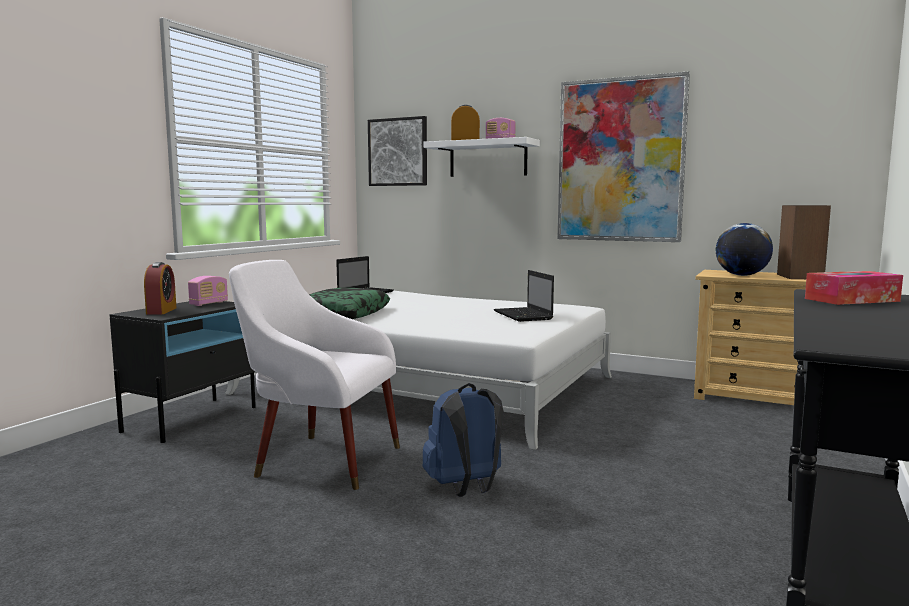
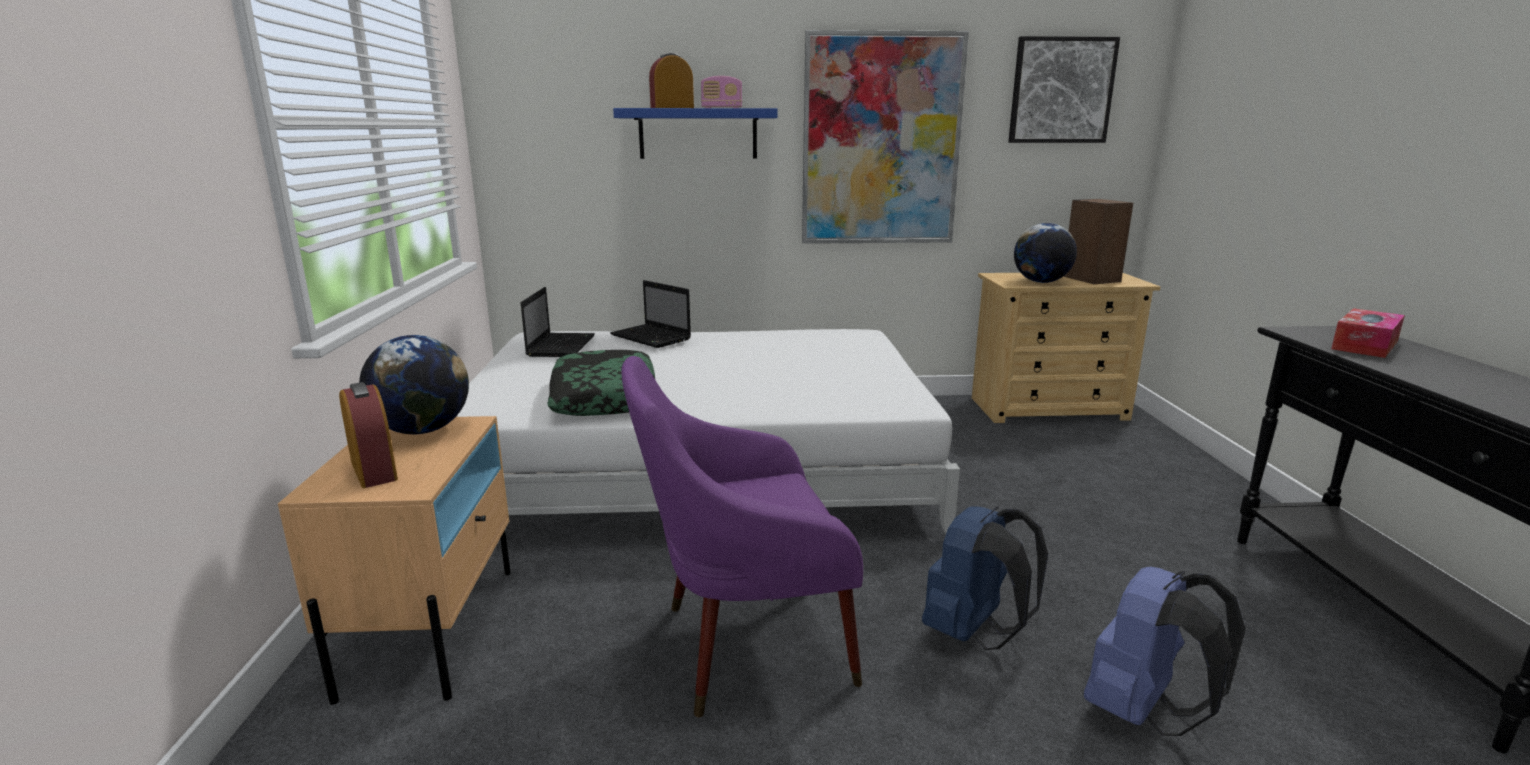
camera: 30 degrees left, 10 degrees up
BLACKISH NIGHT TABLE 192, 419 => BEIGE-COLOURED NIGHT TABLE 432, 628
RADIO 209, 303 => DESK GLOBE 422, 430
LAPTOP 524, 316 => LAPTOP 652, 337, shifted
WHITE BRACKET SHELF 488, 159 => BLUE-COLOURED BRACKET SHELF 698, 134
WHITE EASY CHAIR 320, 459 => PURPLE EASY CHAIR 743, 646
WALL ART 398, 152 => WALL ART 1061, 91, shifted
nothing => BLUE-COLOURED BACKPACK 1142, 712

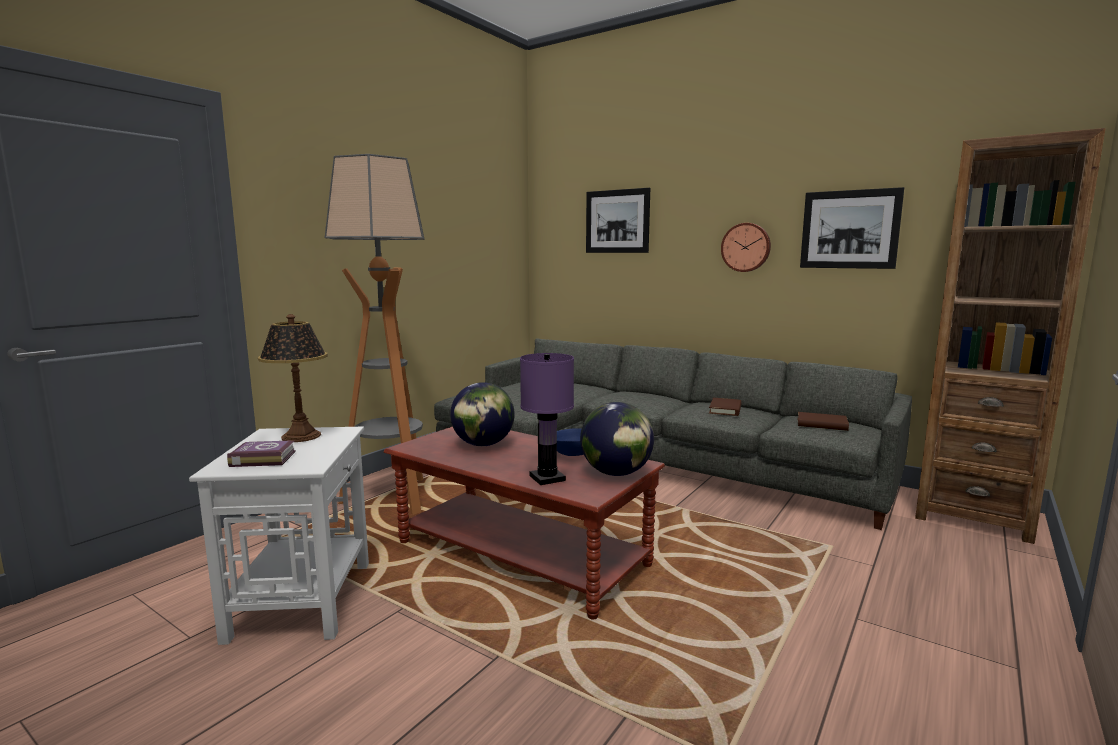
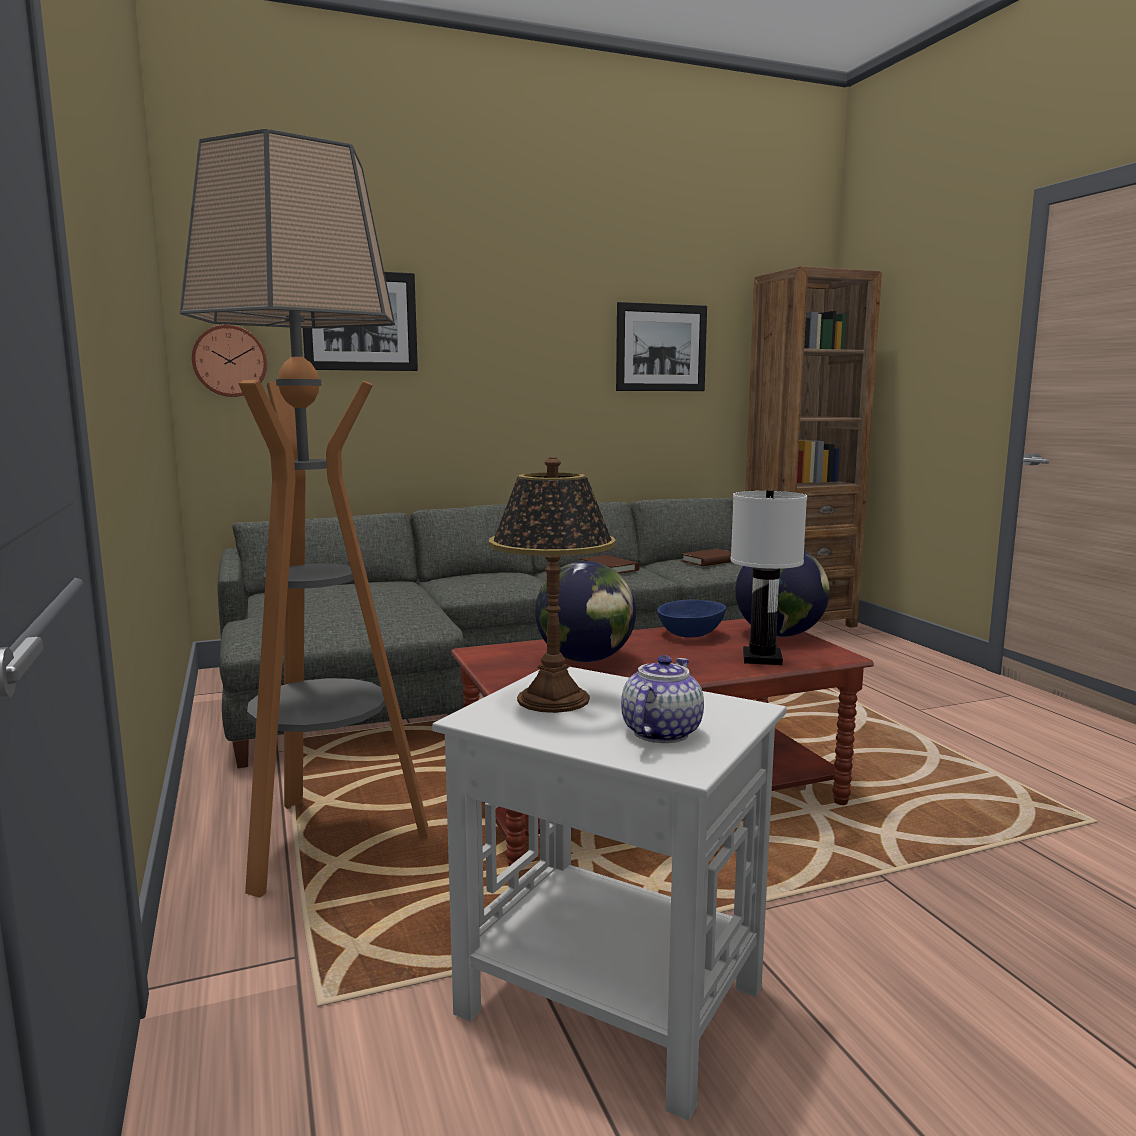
camera: 55 degrees left, 0 degrees up
WALL CLOCK 746, 247 => WALL CLOCK 230, 361, shifted
BOUND BOOK 262, 458 => POT FOR TEA 660, 732
PURPLE TABLE LAMP 546, 478 => WHITE TABLE LAMP 761, 659

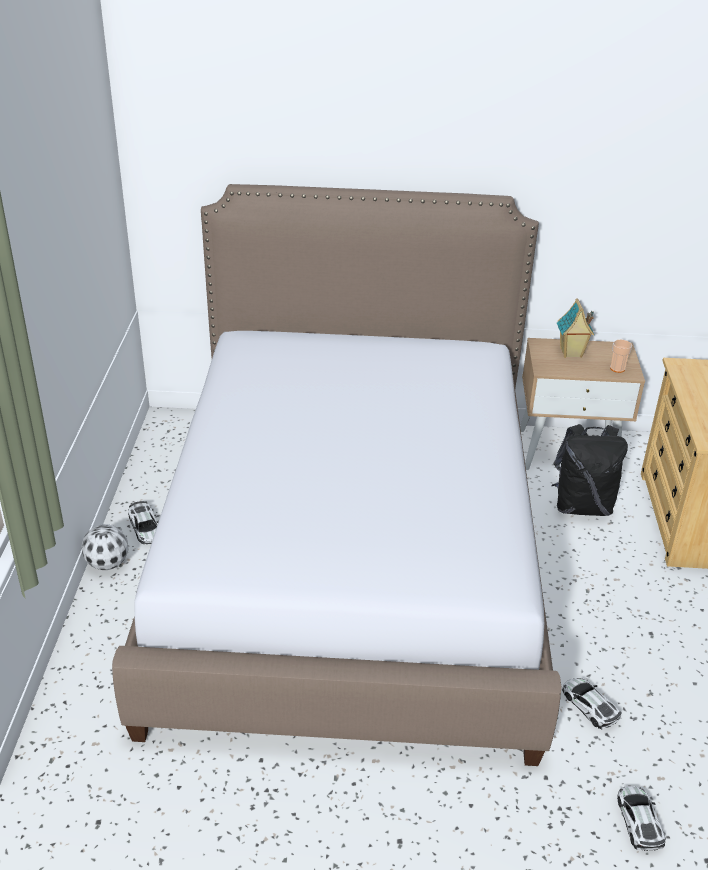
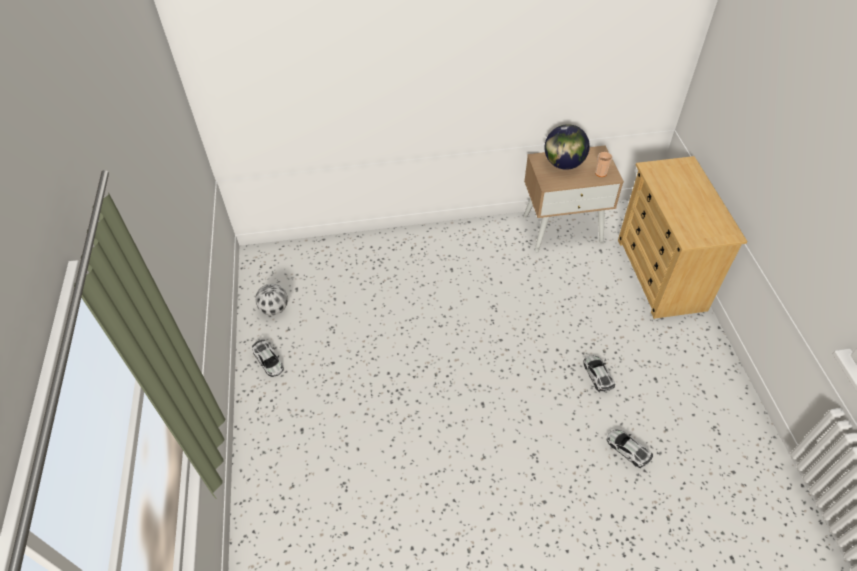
camera: 10 degrees left, 15 degrees up
BALL FOR FOOTBALL 107, 563 => BALL FOR FOOTBALL 274, 308, shifted
TOY HOUSE 571, 353 => DESK GLOBE 563, 164
MODEL CAR 639, 821 => MODEL CAR 597, 375, shifted
BEDROOM BED 351, 557 => nothing
BLACKISH BACKPACK 582, 506 => nothing

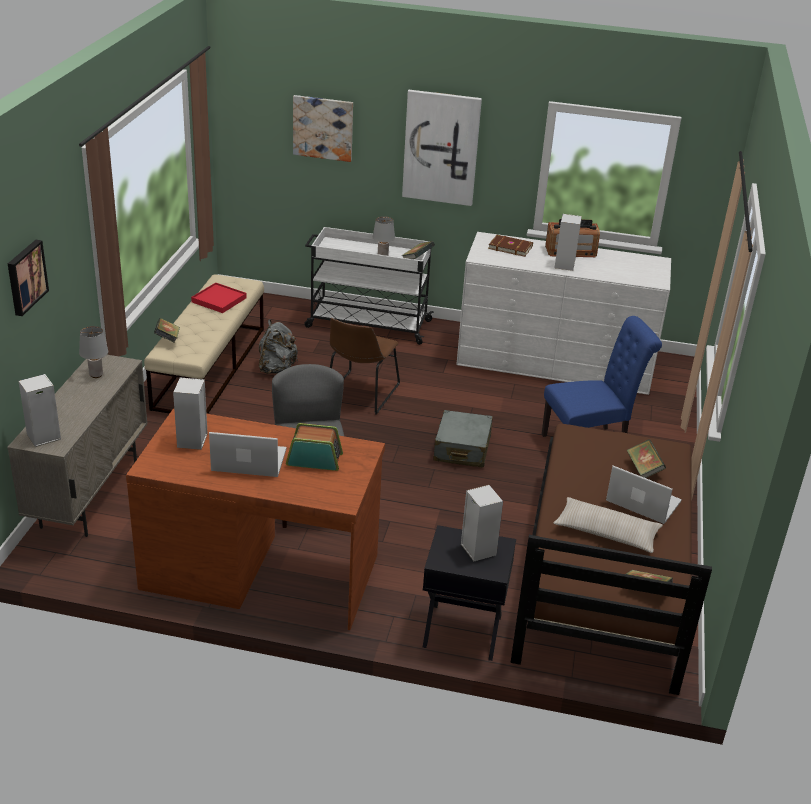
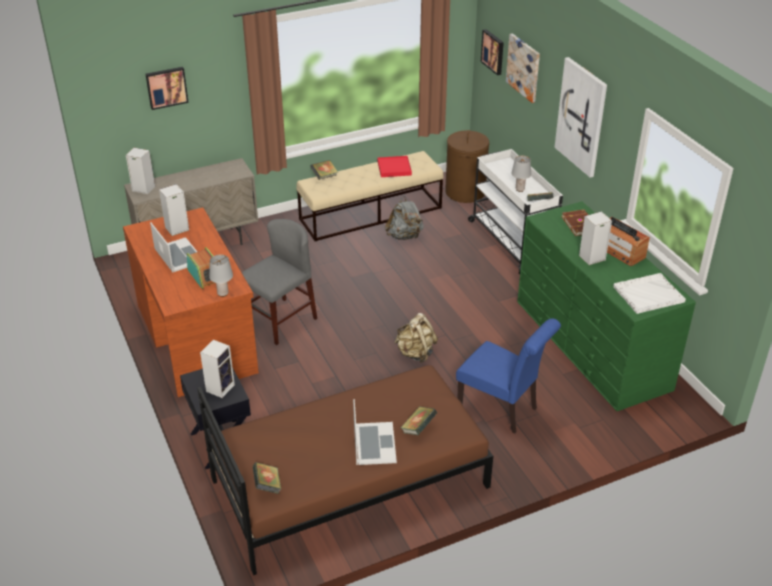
camera: 55 degrees right, 5 degrees up
GRAY TABLE LAMP 95, 375 => GRAY TABLE LAMP 222, 293, shifted
GRAY PIECE OF LUGGAGE 462, 449 => BEIGE-COLOURED BACKPACK 415, 353
nothing => BROWN HAMPER 465, 192
nothing => WALL ART 493, 51
WHITE CHEST OF DRAWERS 555, 362 => GREEN-COLOURED CHEST OF DRAWERS 591, 344
nothing => WHITE TRAY 648, 294
BROWN CHAIR 360, 394 => nothing
BEIGE-COLOURED PILLOW 606, 533 => nothing

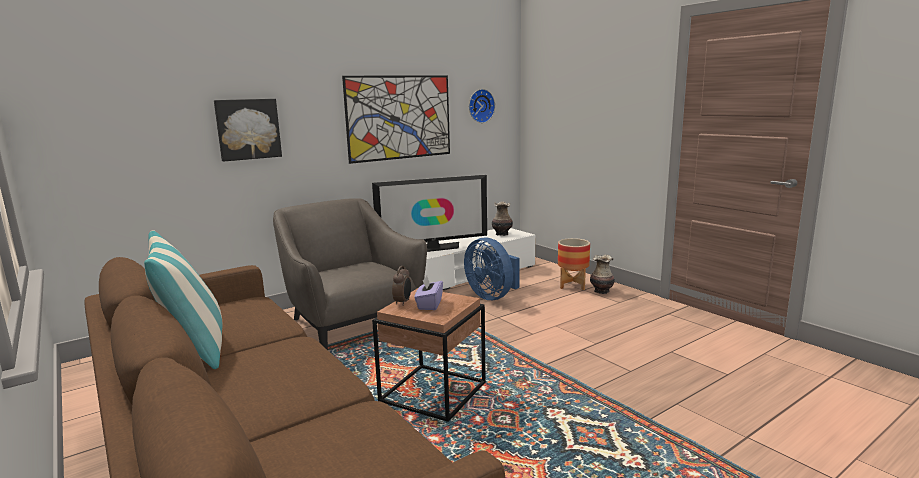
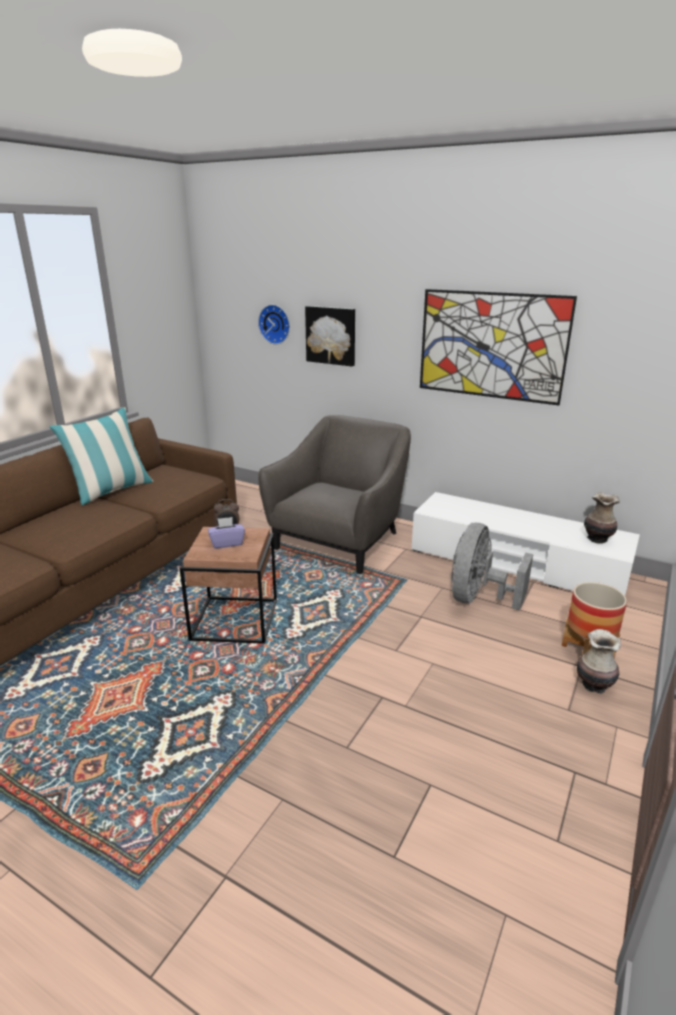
camera: 65 degrees right, 10 degrees up
WALL CLOCK 480, 106 => WALL CLOCK 275, 324, shifted
BLUE-COLOURED COOLING FAN 492, 296 => GRAY COOLING FAN 478, 598
TELEVISION 433, 248 => nothing

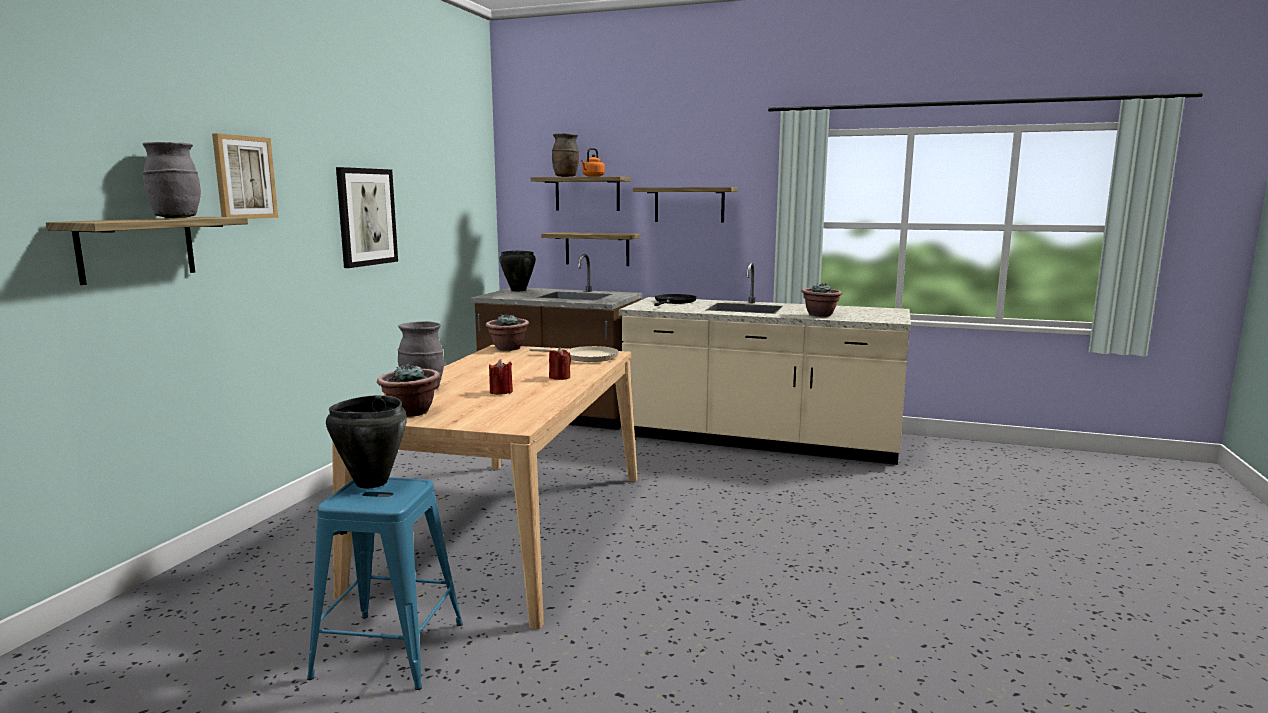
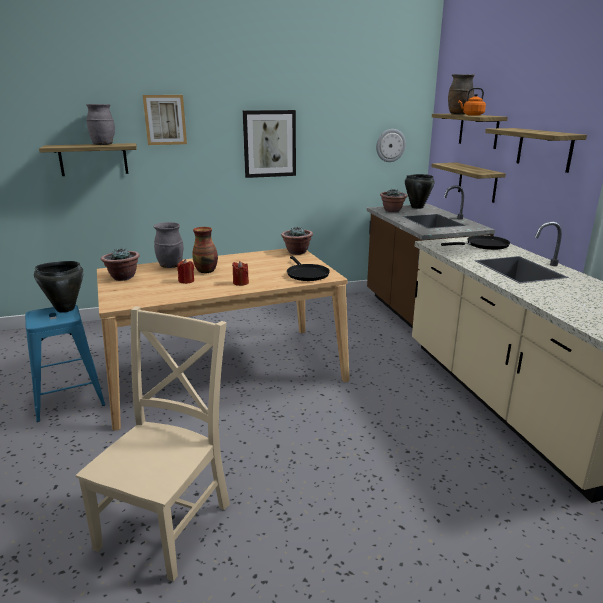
camera: 55 degrees right, 10 degrees up
nothing => BEIGE-COLOURED CHAIR 168, 521
nothing => VASE 206, 271
BEIGE-COLOURED FRYING PAN 587, 357 => BLACKISH FRYING PAN 306, 274
nothing => WALL CLOCK 390, 145
POTTED PLANT 820, 315 => POTTED PLANT 392, 210, shifted

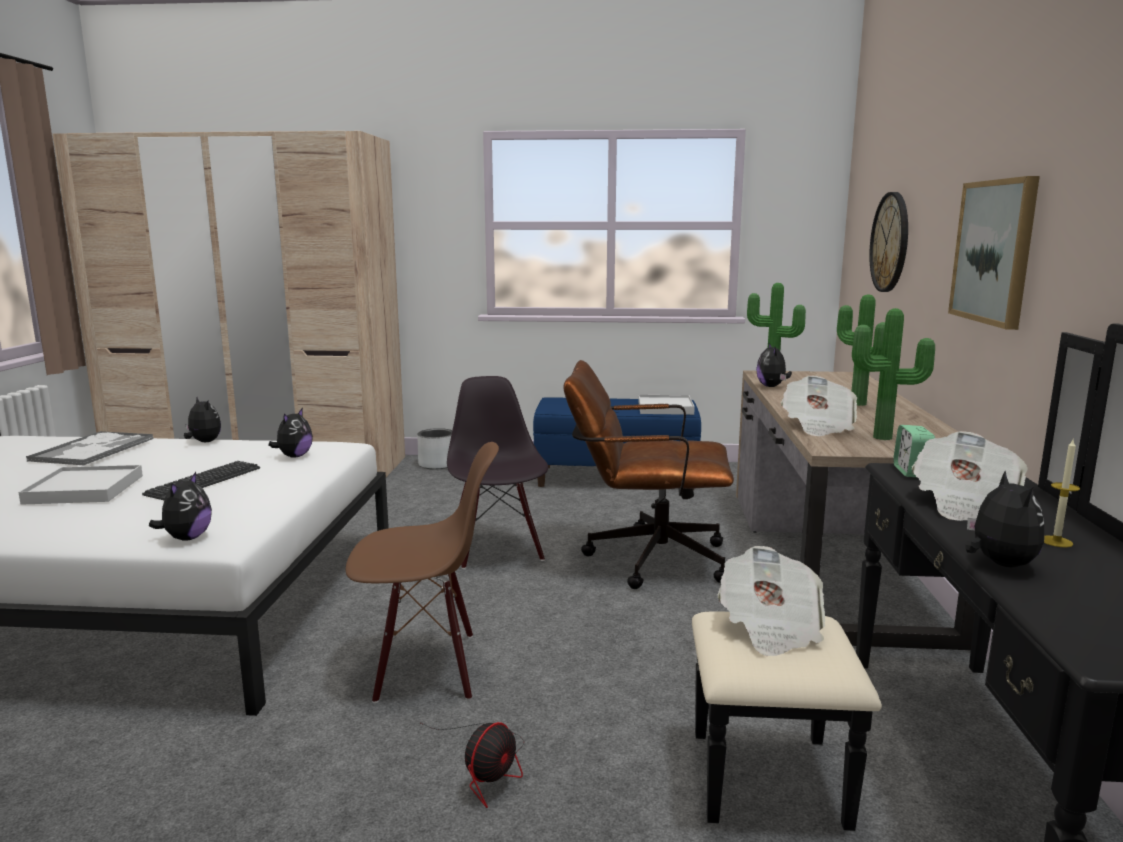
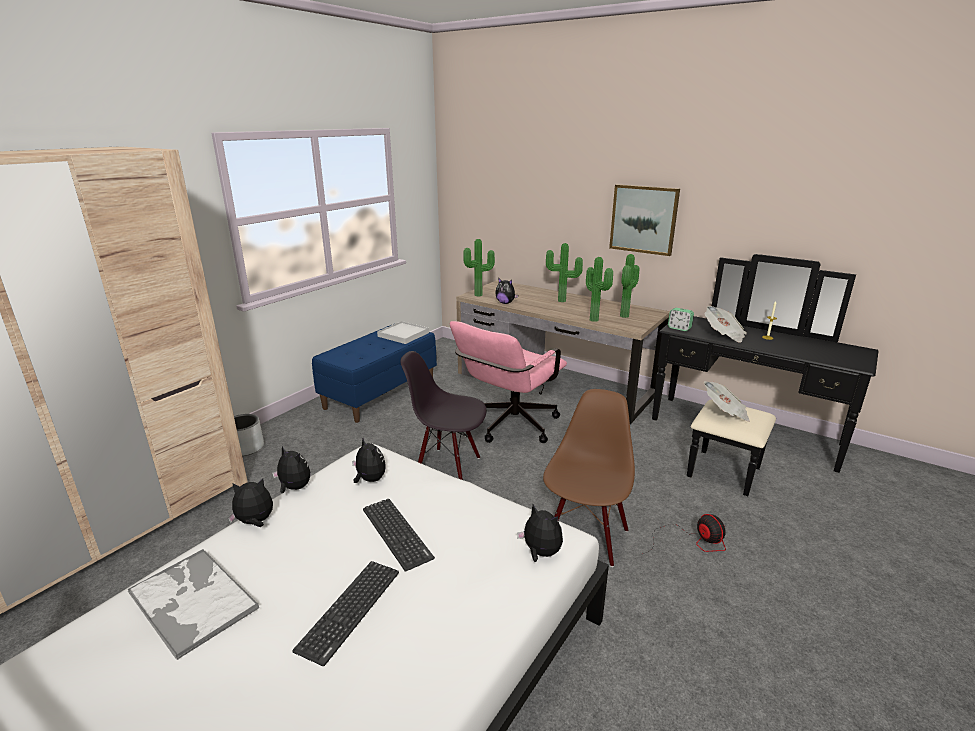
camera: 60 degrees left, 10 degrees up
PLUSH TOY 998, 564 => PLUSH TOY 294, 488, shifted
WHITE TRAY 84, 489 => COMPUTER KEYBOARD 350, 609
BROWN DESK CHAIR 644, 558 => PINK-COLOURED DESK CHAIR 509, 427
NEWSPAPER 817, 426 => POTTED PLANT 595, 319
WALL CLOCK 890, 242 => nothing

